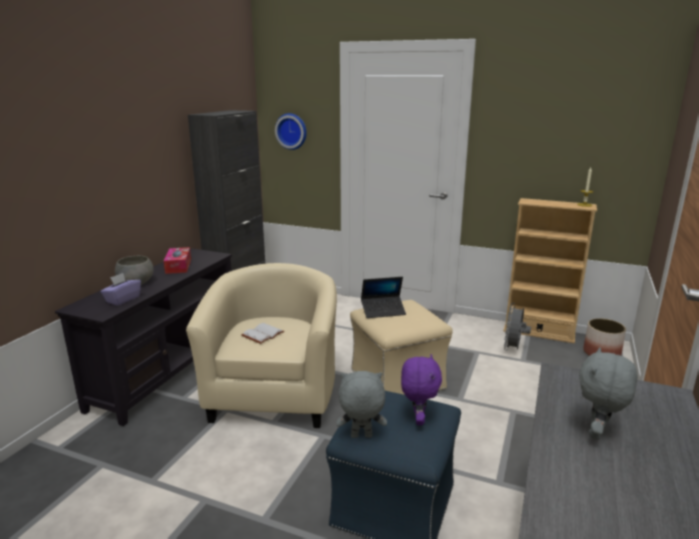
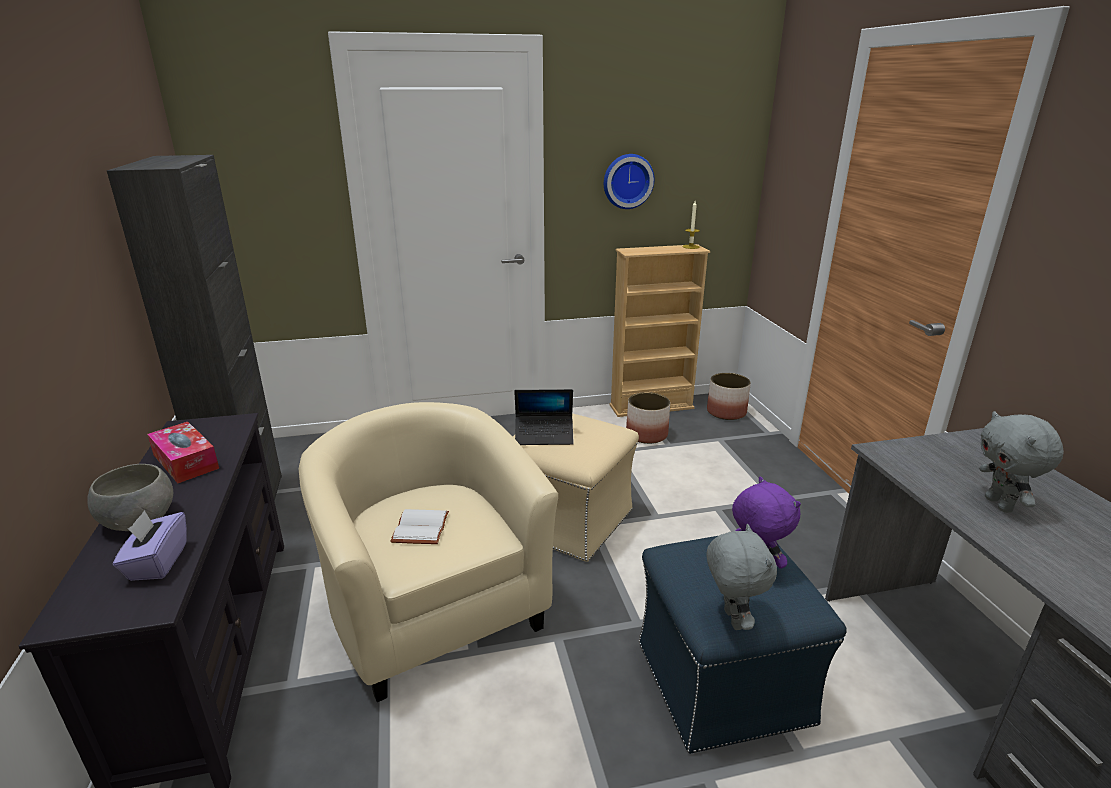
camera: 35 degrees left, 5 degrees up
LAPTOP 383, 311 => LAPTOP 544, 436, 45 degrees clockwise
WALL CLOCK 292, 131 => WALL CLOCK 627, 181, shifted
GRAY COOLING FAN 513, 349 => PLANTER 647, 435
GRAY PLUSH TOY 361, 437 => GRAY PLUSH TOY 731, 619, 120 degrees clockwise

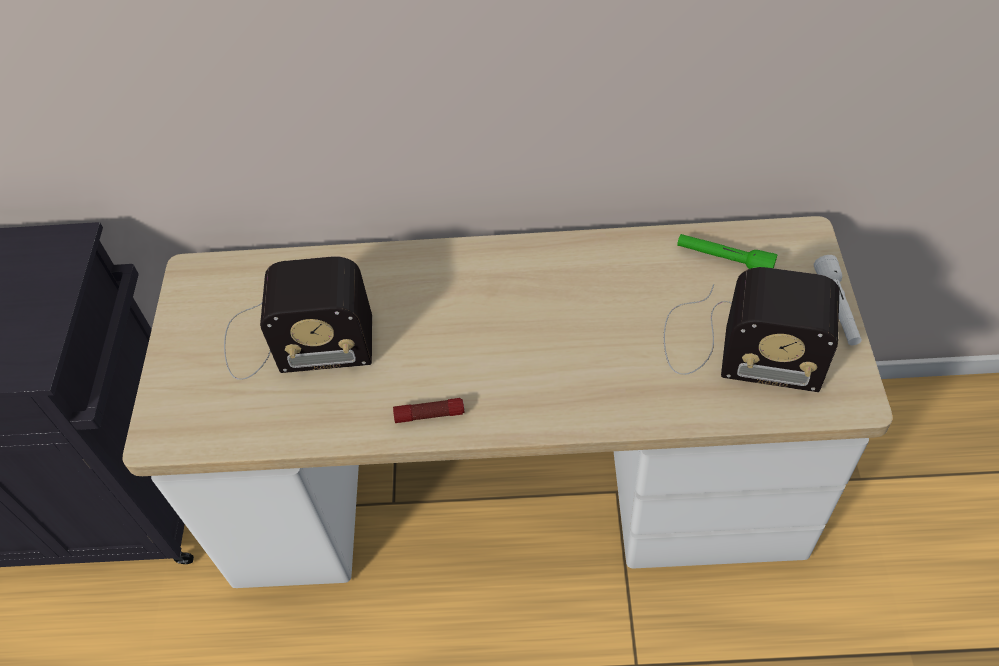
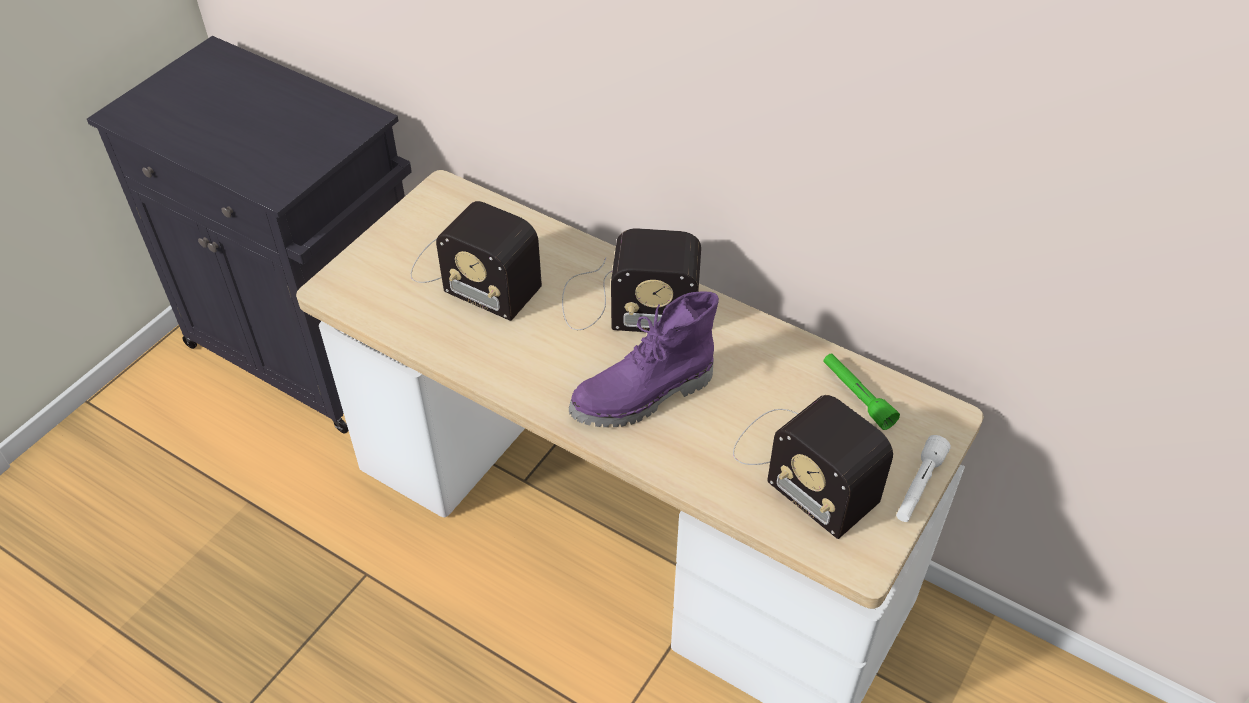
camera: 30 degrees right, 5 degrees down
nothing => RADIO 625, 305
nothing => PURPLE HIGH-TOP BOOT 643, 397
HAND TORCH 429, 415 => nothing

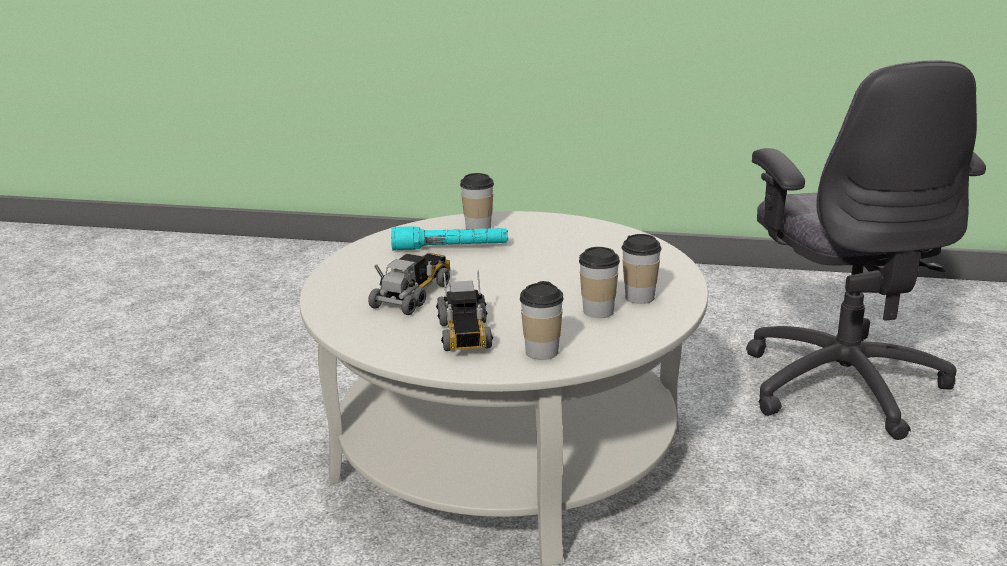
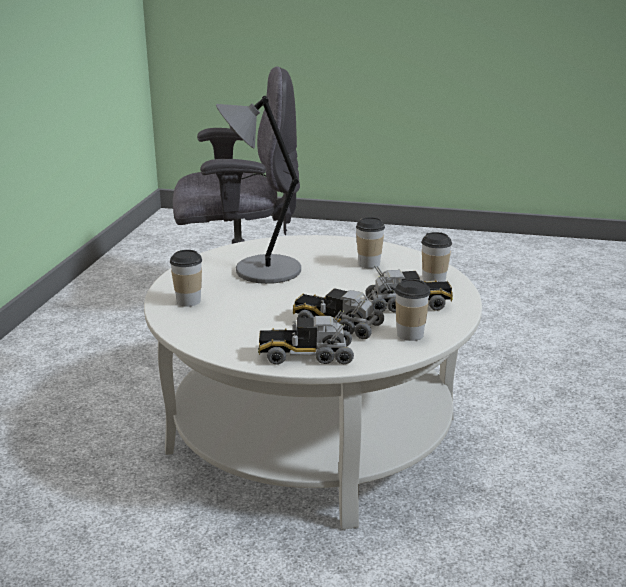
camera: 90 degrees left, 0 degrees up
nothing => GRAY TABLE LAMP 264, 271
nothing => MODEL TRUCK 305, 355
DRINKING CUP 639, 297 => DRINKING CUP 410, 334, shifted
TURQUOISE-COLOURED HAND TORCH 450, 247 => nothing

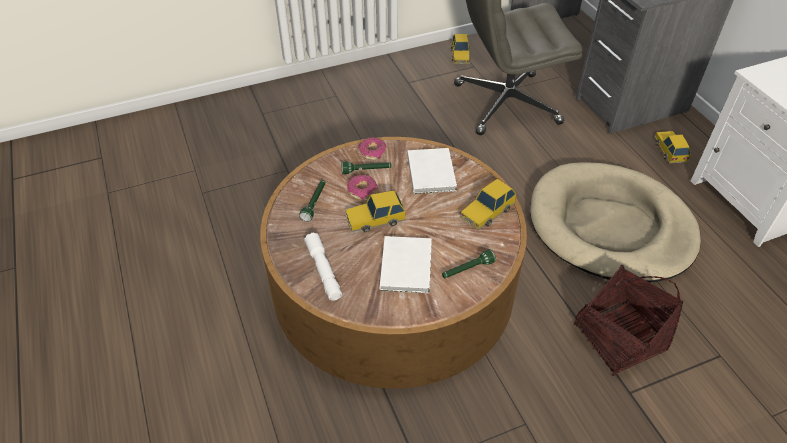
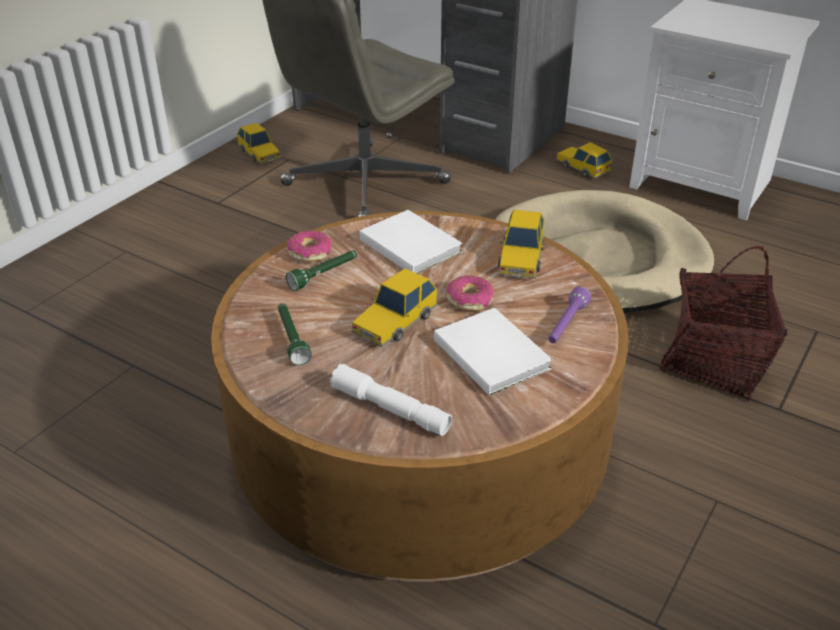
camera: 35 degrees left, 10 degrees down
DONUT 362, 190 => DONUT 470, 300, shifted
GREEN-COLOURED HAND TORCH 467, 270 => PURPLE HAND TORCH 566, 325

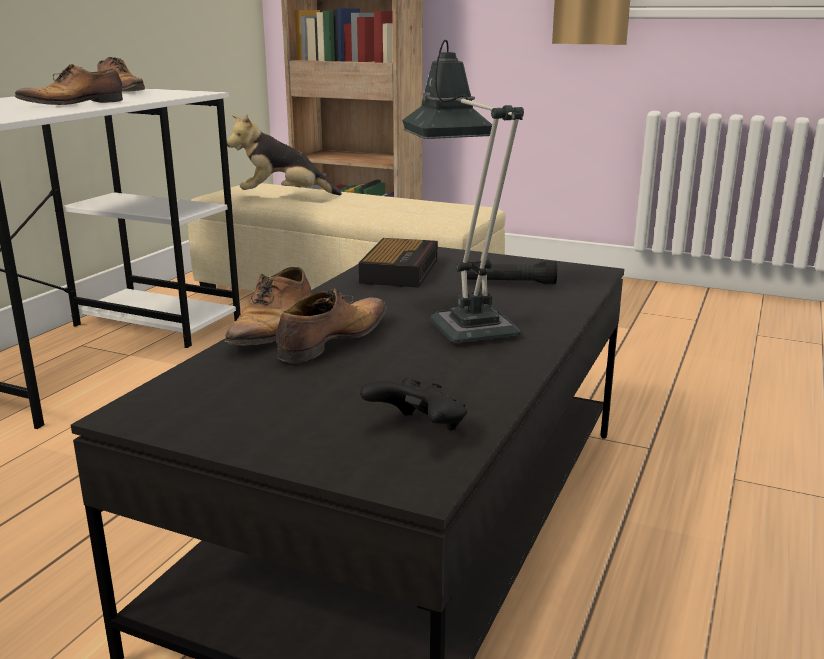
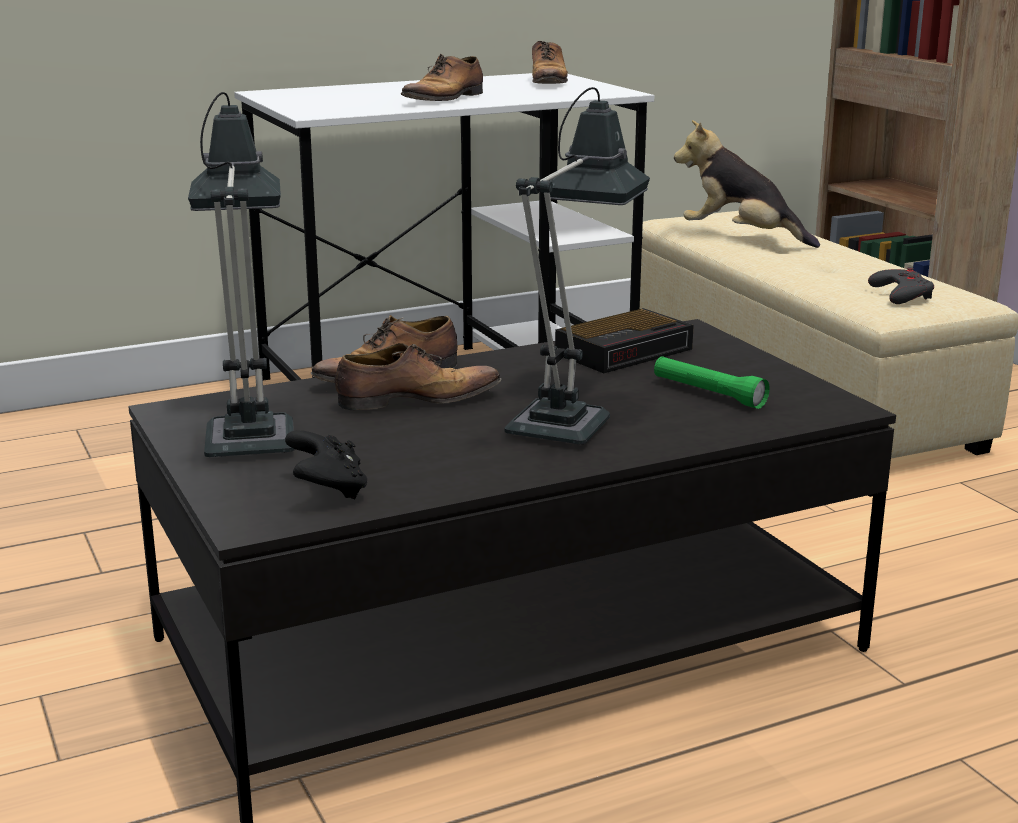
camera: 40 degrees right, 0 degrees up
nothing => TABLE LAMP 250, 433
SHOE 75, 104 => SHOE 445, 99, 60 degrees counterclockwise
BLACKISH HAND TORCH 508, 283 => GREEN-COLOURED HAND TORCH 708, 393
nothing => GRAY GAME CONTROLLER 901, 294

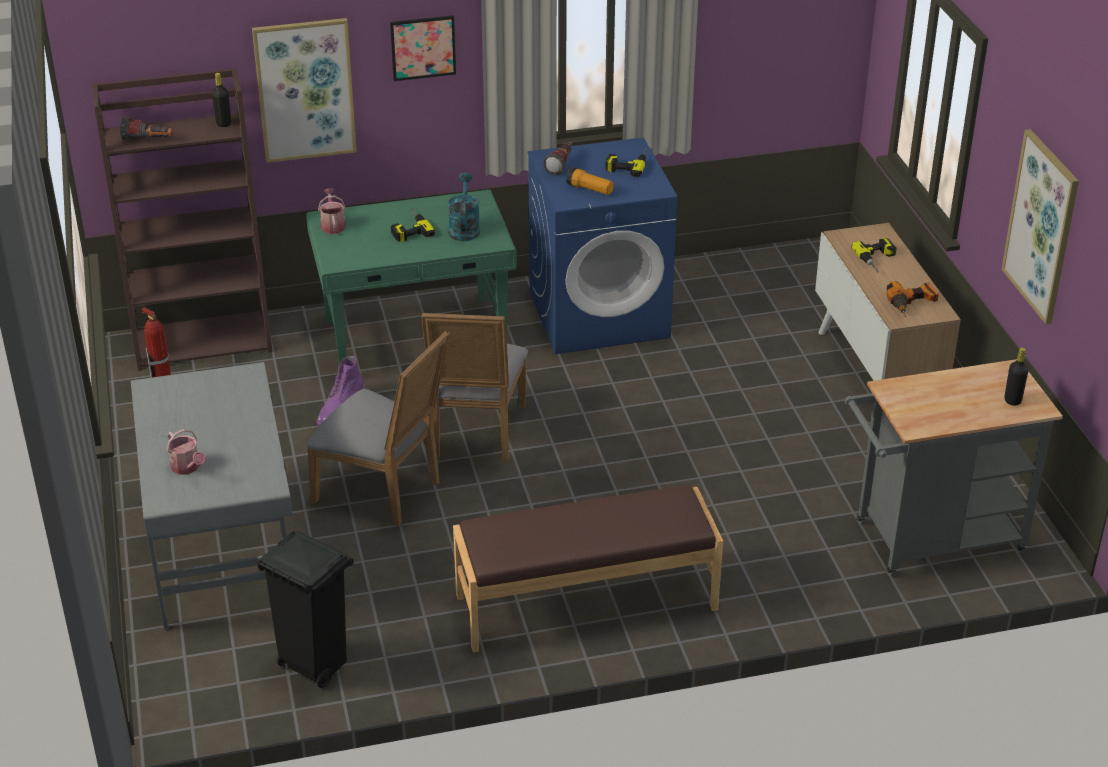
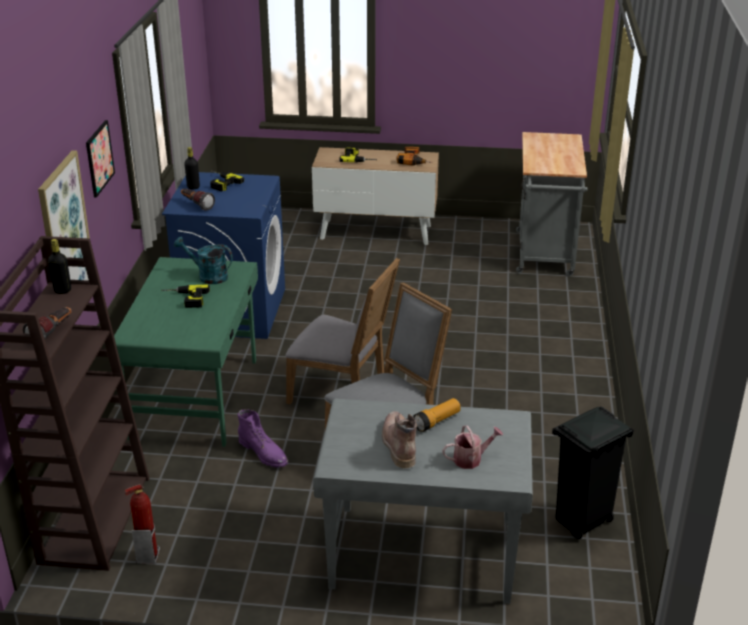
camera: 70 degrees left, 5 degrees down
BLACKISH BOTTLE 1012, 400 => BLACKISH BOTTLE 193, 187, shifted
nothing => BROWN HIGH-TOP BOOT 398, 444
HAND TORCH 590, 189 => HAND TORCH 437, 421, shifted
SPRINKLING CAN 332, 225 => nothing
BROWN INDOOR BENCH 586, 603 => nothing
WALL ART 1041, 226 => nothing

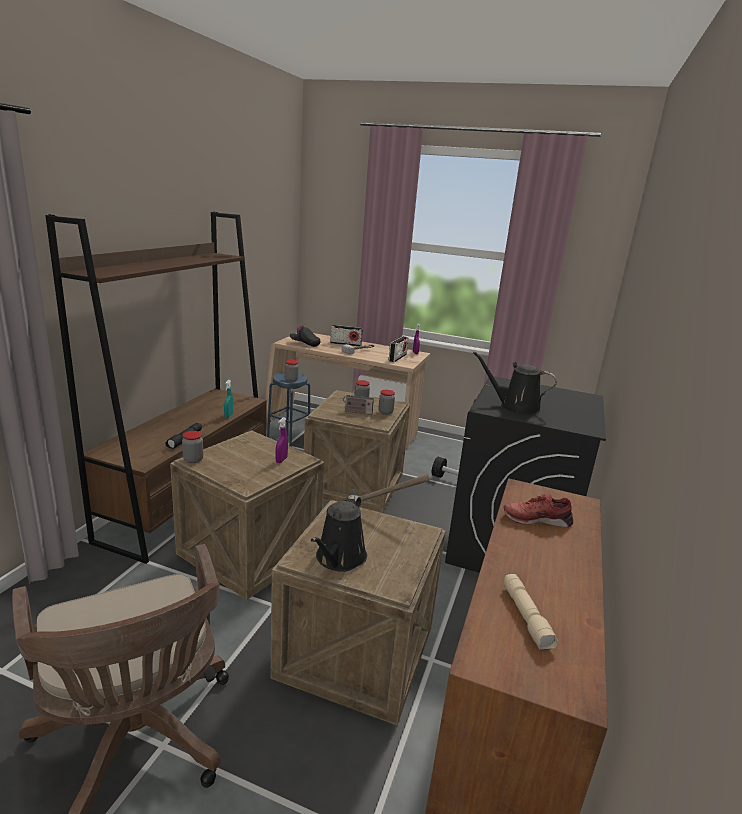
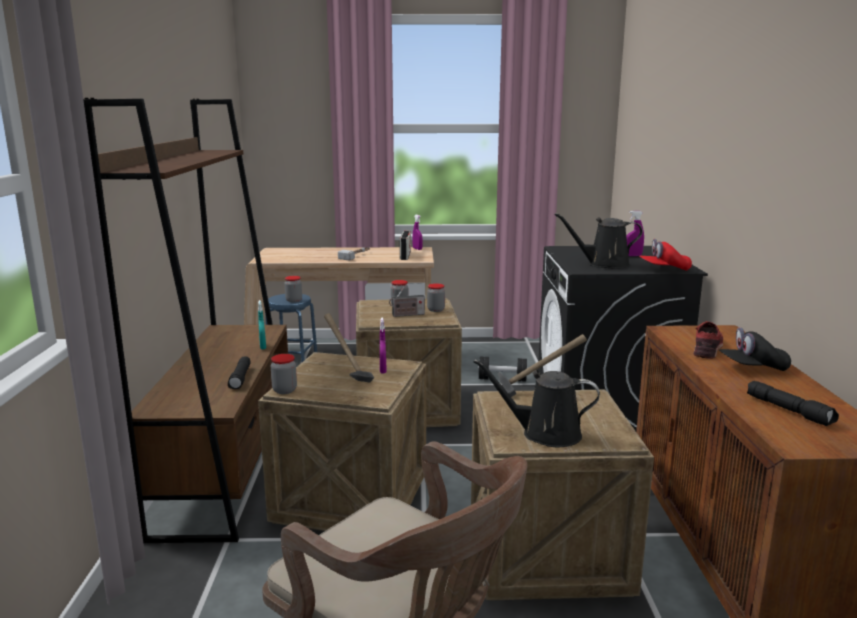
camera: 20 degrees left, 5 degrees down
nothing => TOOL HAMMER 346, 374
BLACKISH SPRINKLING CAN 339, 559 => BLACKISH SPRINKLING CAN 545, 434, 105 degrees clockwise
nothing => PURPLE SPRAYER 633, 255
nothing => RED-COLOURED BASEBALL CAP 664, 269
RED-COLOURED SHOE 536, 519 => RED-COLOURED SHOE 708, 348, 135 degrees clockwise
BLACKISH BASEBALL CAP 304, 344 => BLACKISH BASEBALL CAP 752, 368, shifted
BEIGE-COLOURED HAND TORCH 527, 618 => BLACKISH HAND TORCH 790, 411
RADIO 345, 344 => nothing

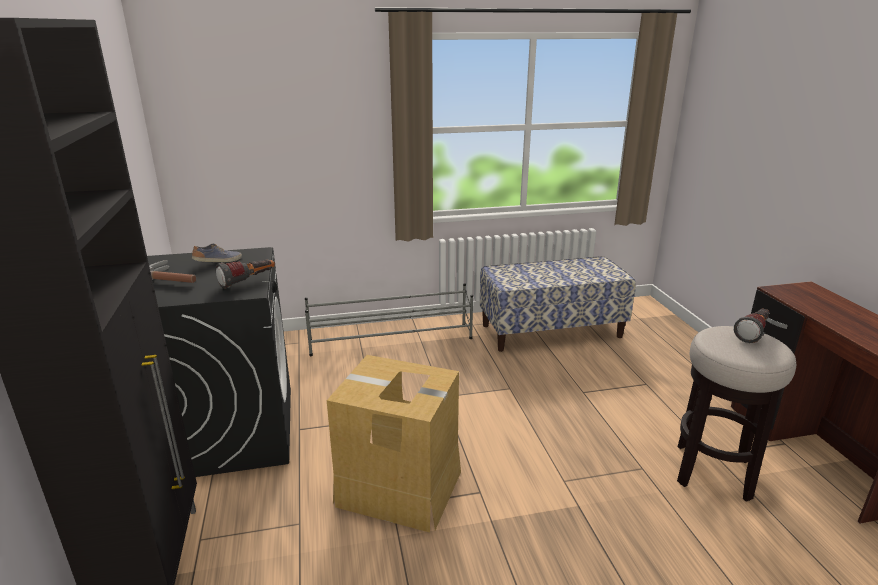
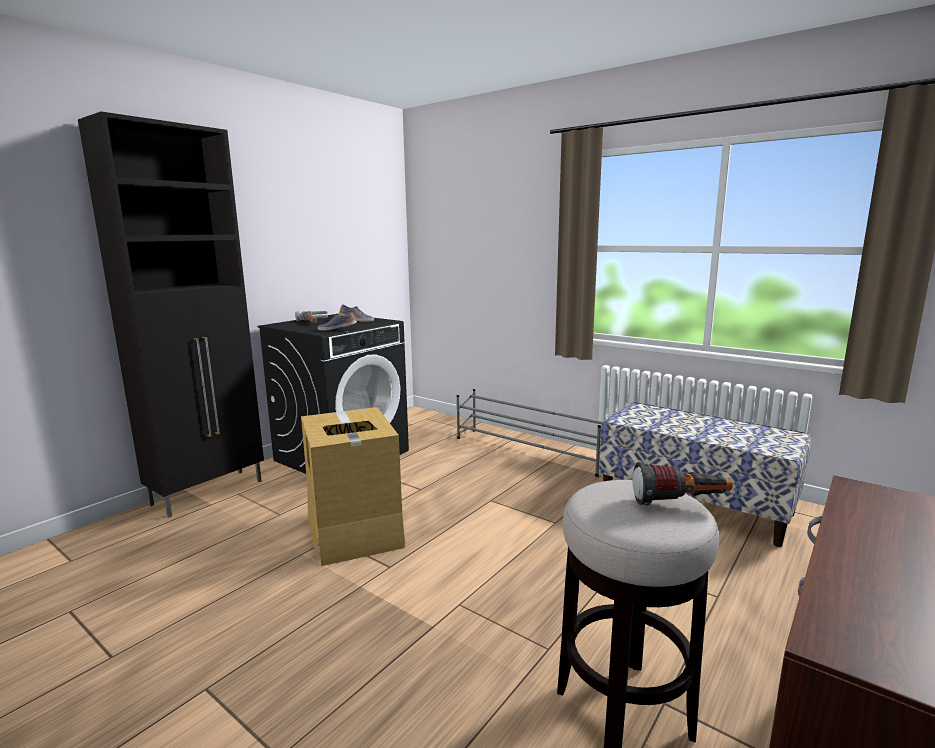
camera: 50 degrees right, 10 degrees down
HAND TORCH 248, 282 => SHOE 337, 329

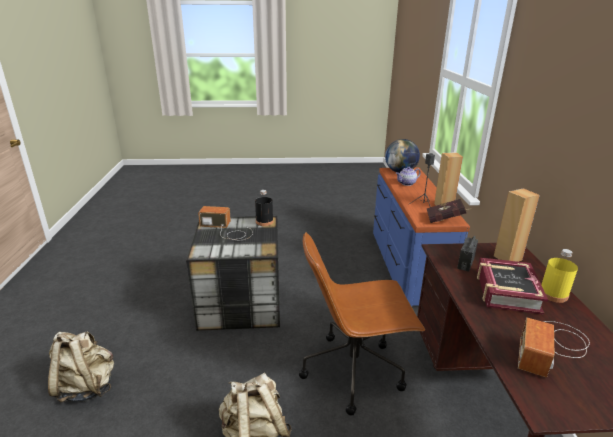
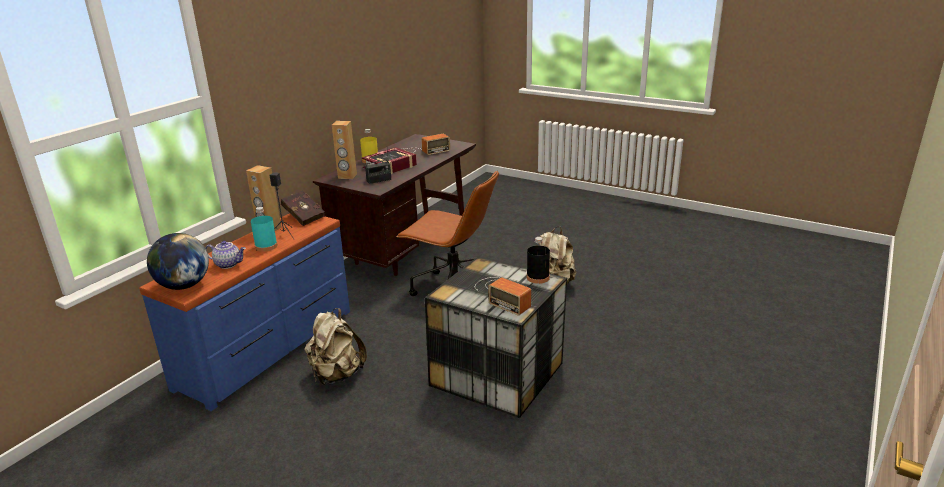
camera: 145 degrees left, 0 degrees up
nothing => TURQUOISE-COLOURED BOTTLE 266, 246
BEIGE-COLOURED BACKPACK 87, 387 => BEIGE-COLOURED BACKPACK 336, 375, shifted
BLACKISH BOTTLE 264, 222 => BLACKISH BOTTLE 538, 277, shifted

